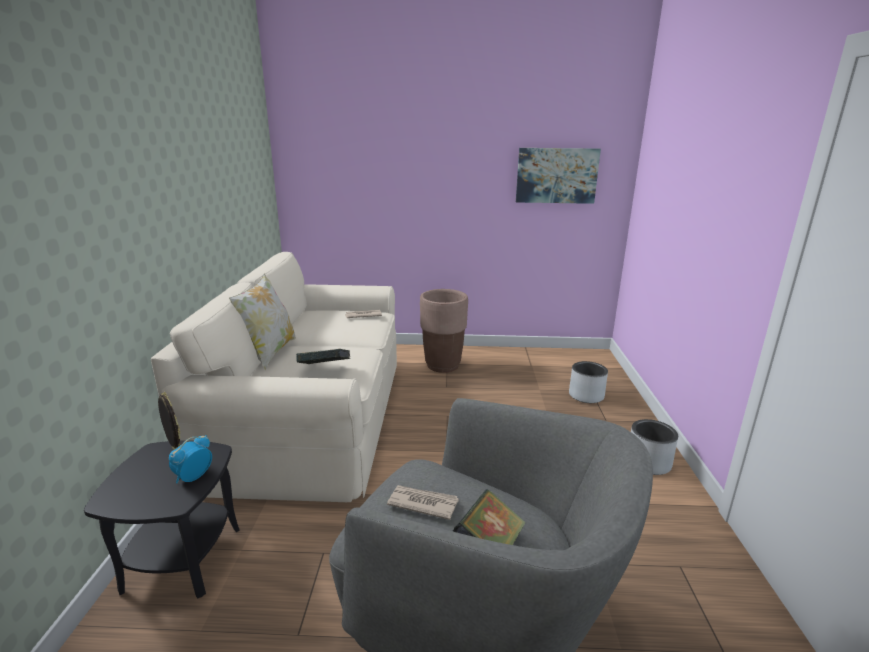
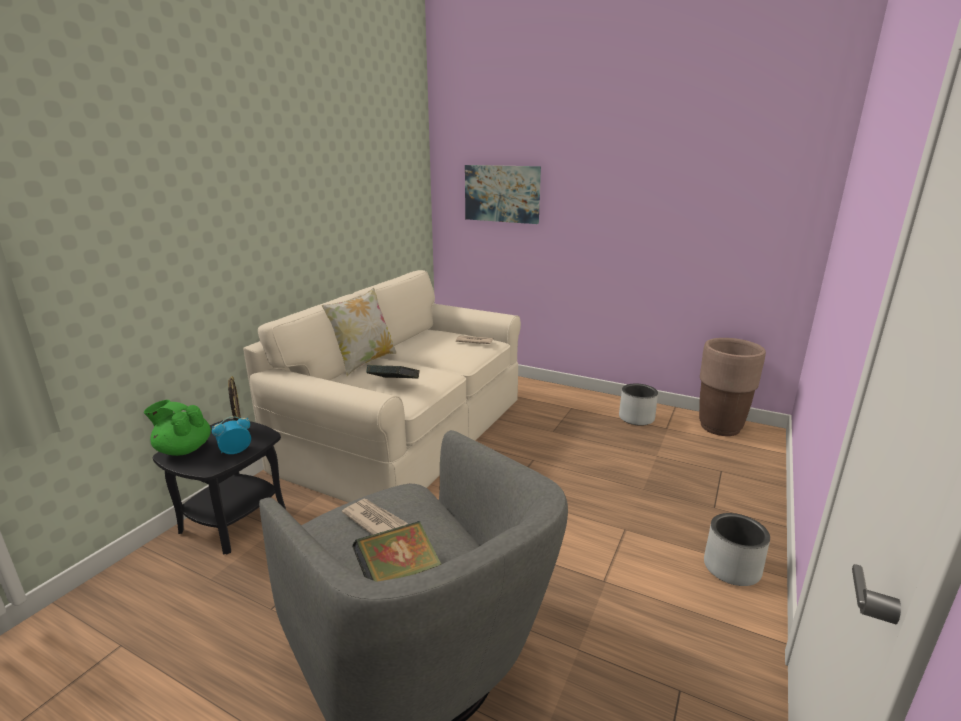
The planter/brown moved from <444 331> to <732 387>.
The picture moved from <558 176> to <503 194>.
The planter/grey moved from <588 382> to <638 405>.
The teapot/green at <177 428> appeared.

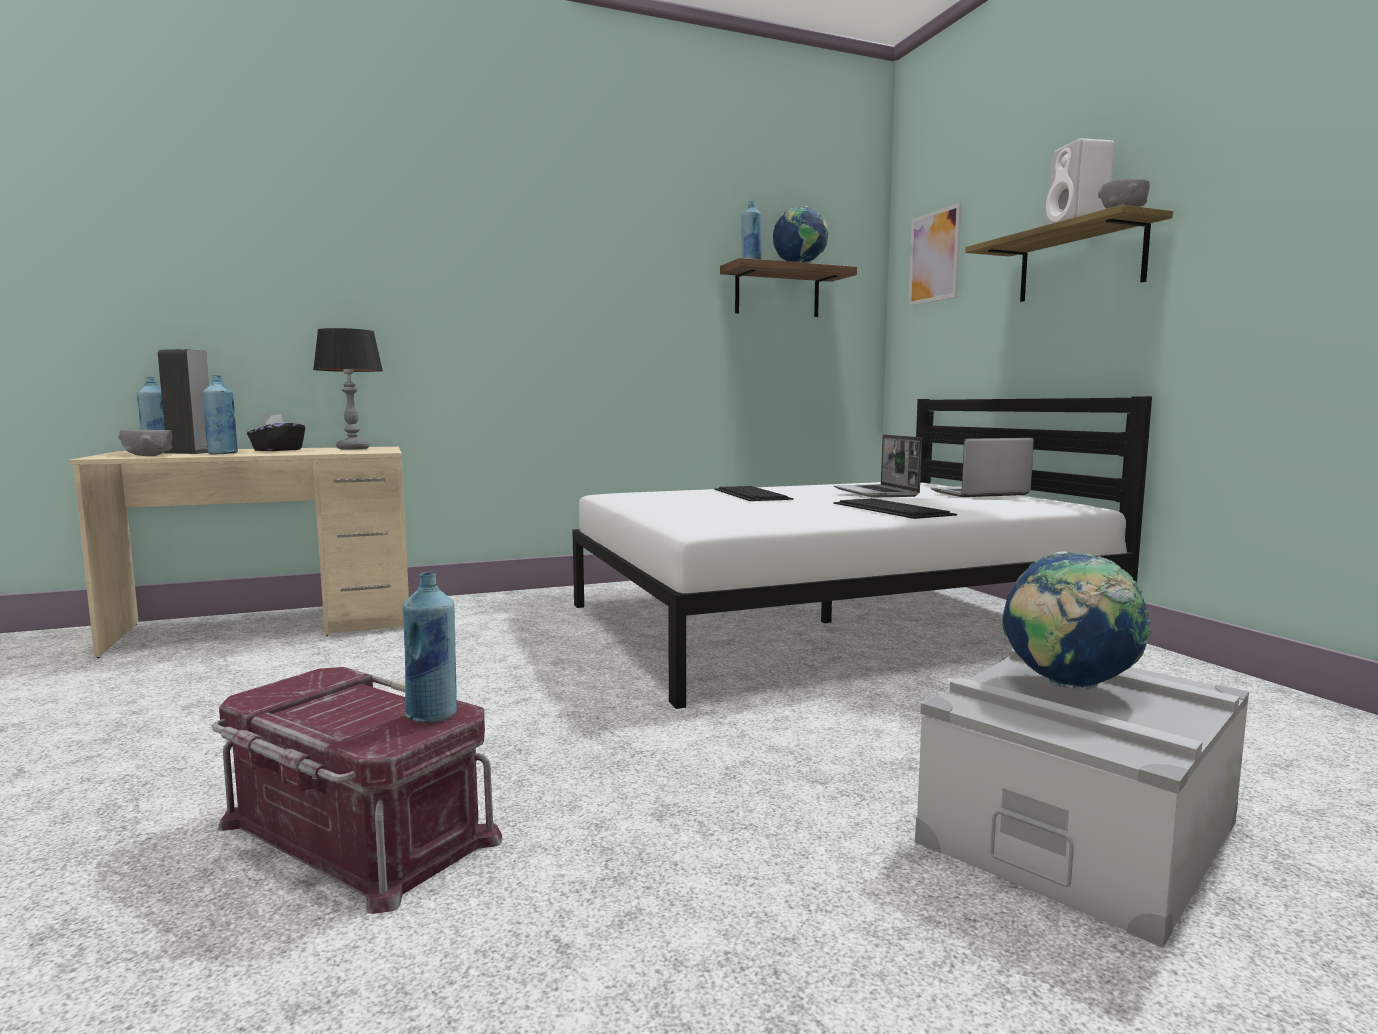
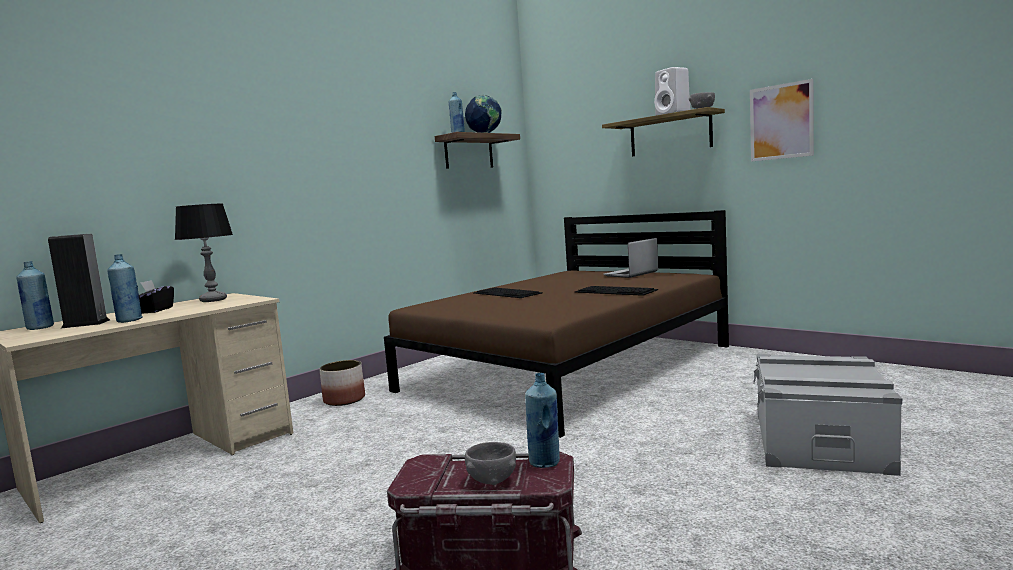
The bowl/grey moved from <145 442> to <490 463>.
The bed/white at <862 552> became the bed/brown at <556 324>.
The laptop at <878 465> disappeared.
The picture moved from <934 254> to <782 120>.
The globe at <1077 620> disappeared.
The planter at <342 383> appeared.

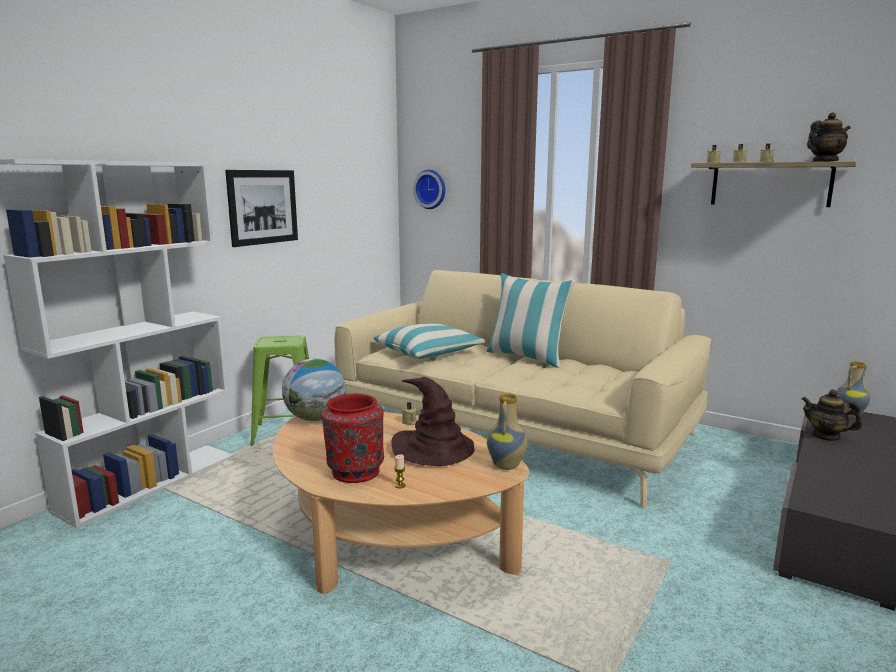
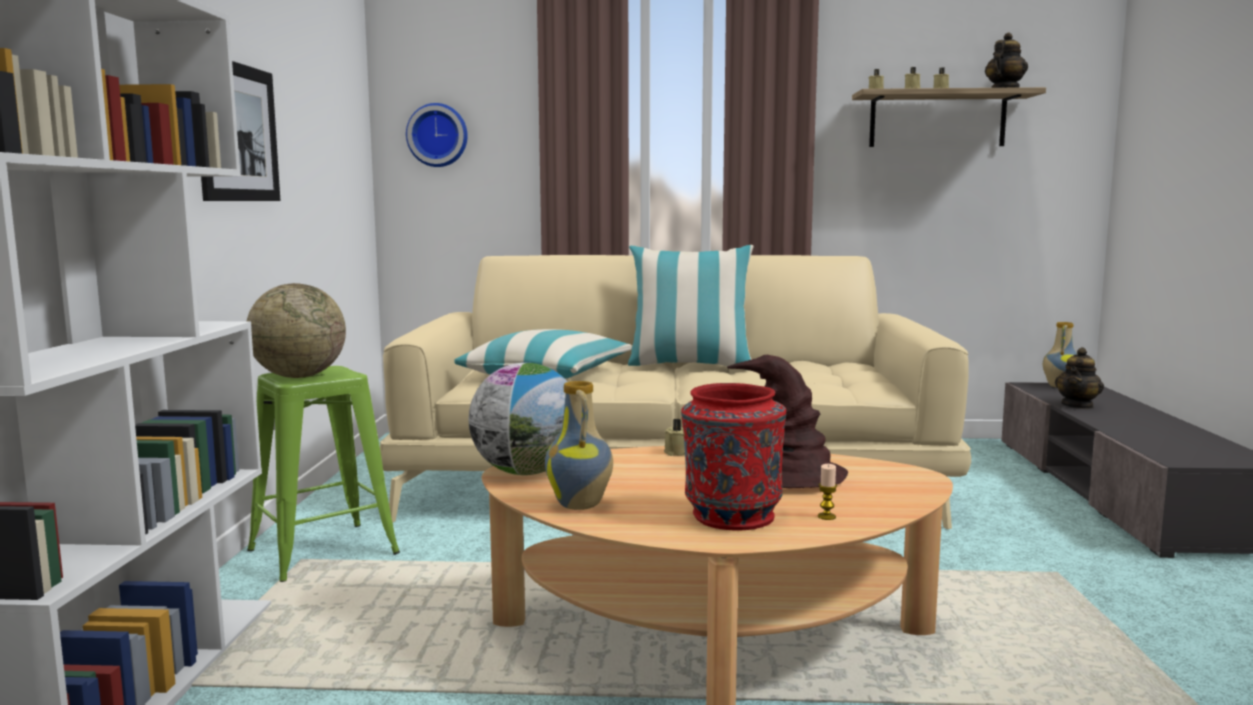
The vase moved from <507 431> to <579 445>.
The teapot at <832 415> turned 60 degrees counterclockwise.
The globe at <296 330> appeared.

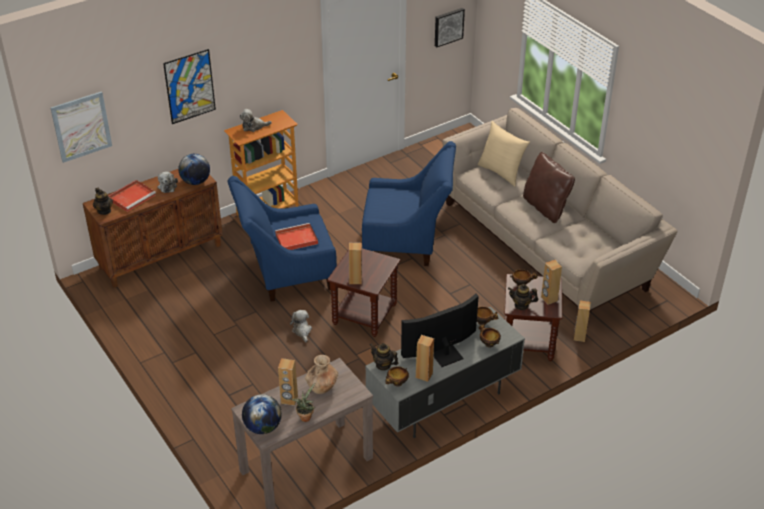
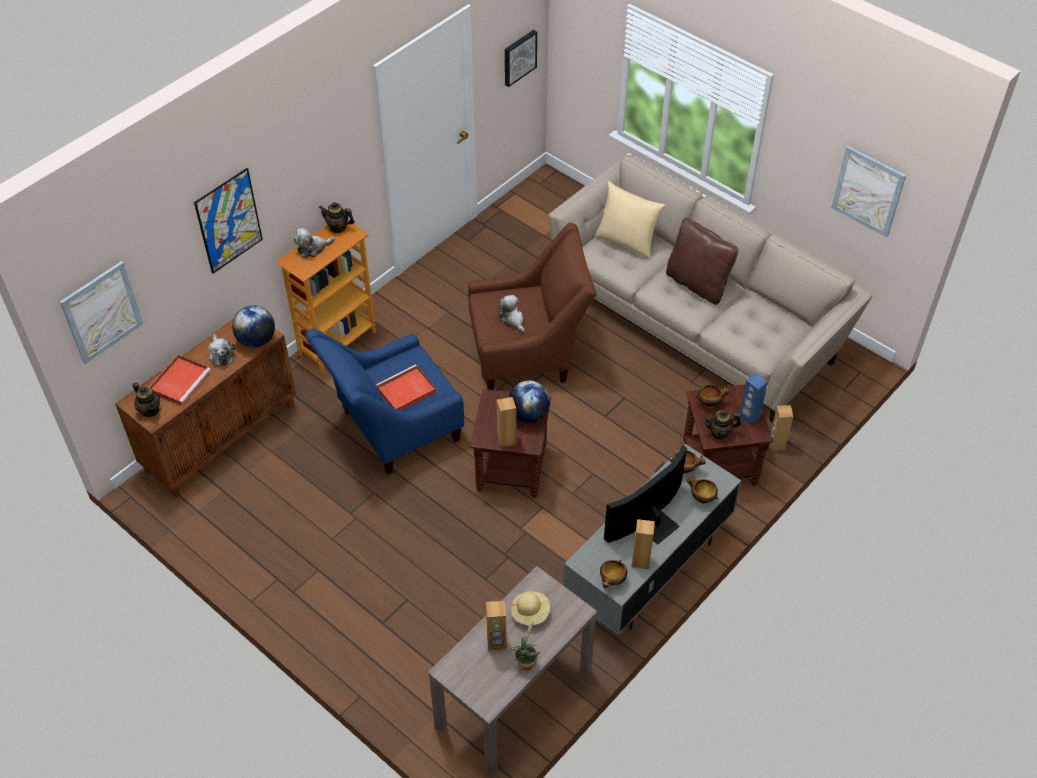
The globe moved from <262 414> to <529 402>.
The plush toy moved from <301 326> to <511 314>.
The vase/brown at <321 374> was replaced by the hat/beige at <530 608>.
The armchair/blue at <409 203> became the armchair/brown at <532 306>.
The teapot moved from <384 357> to <337 217>.
The speaker/brown at <551 282> became the speaker/blue at <754 399>.
The picture at <868 191> appeared.

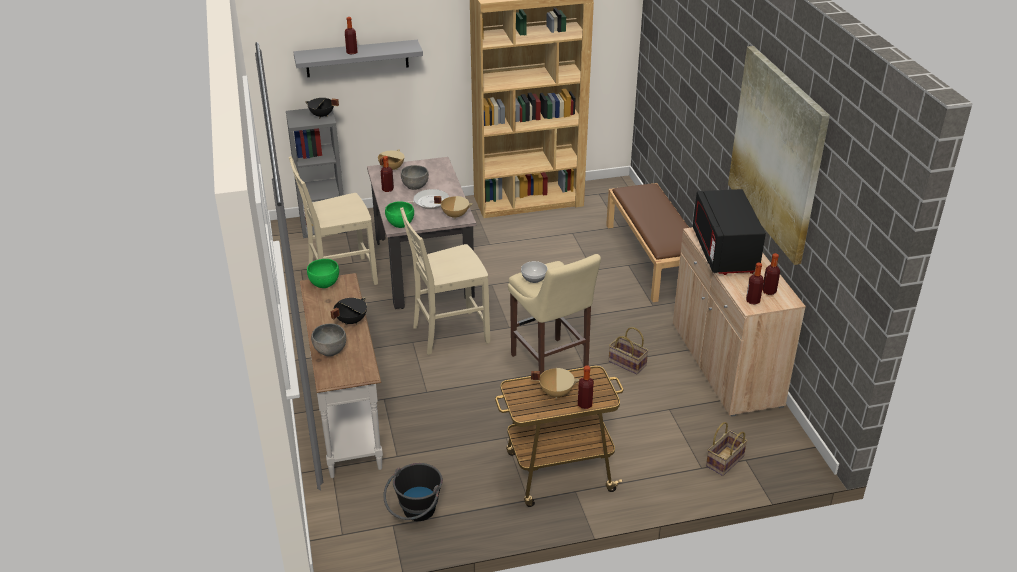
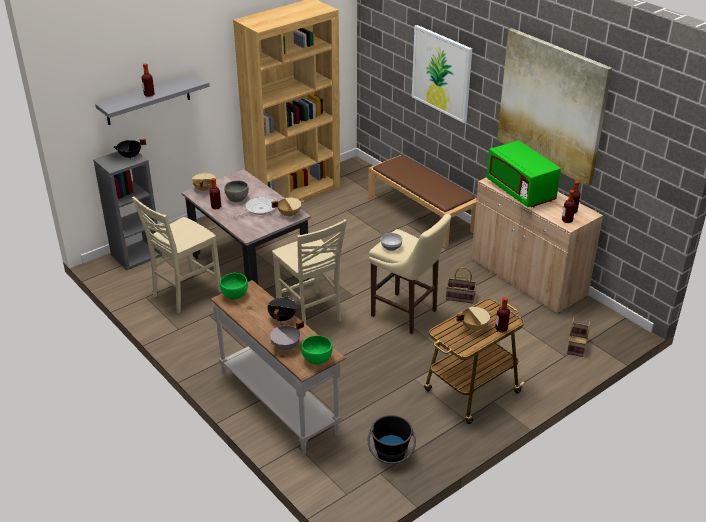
The bowl/grey at <328 340> was replaced by the cooking pot/grey at <286 335>.
The bowl/green moved from <399 214> to <317 349>.
The chair/beige at <445 281> turned 75 degrees counterclockwise.
The microwave/black at <729 232> became the microwave/green at <524 173>.
The picture at <442 74> appeared.

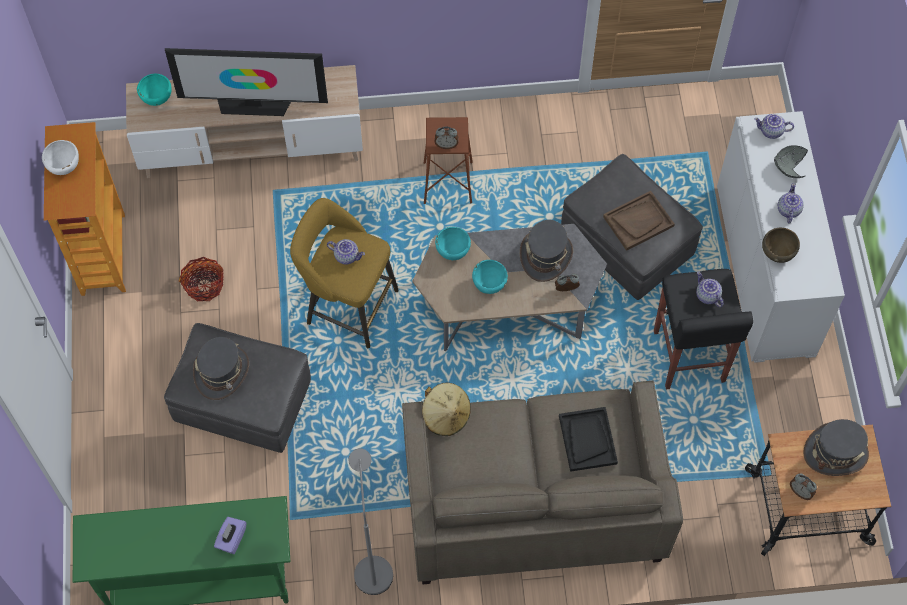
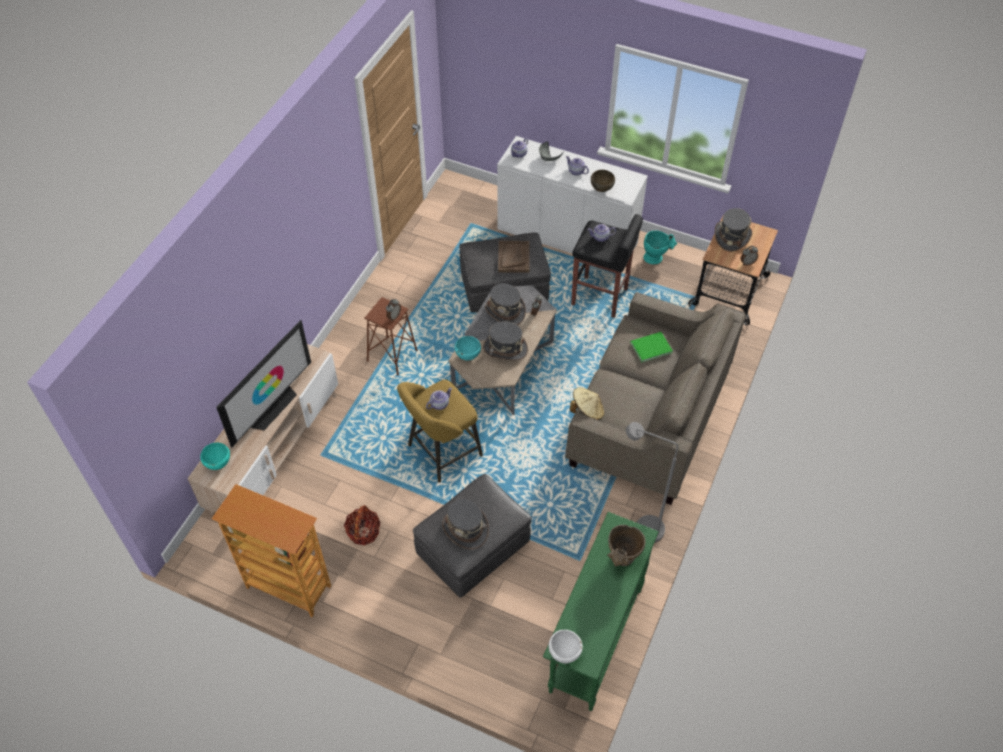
The bowl/white moved from <60 157> to <565 646>.
The tissue box/purple at <230 535> was replaced by the vase/beige at <626 545>.
The bowl/turquoise at <490 277> was replaced by the hat/grey at <505 341>.
The tray/black at <588 439> was replaced by the book/green at <651 347>.
The vase/turquoise at <660 248> appeared.

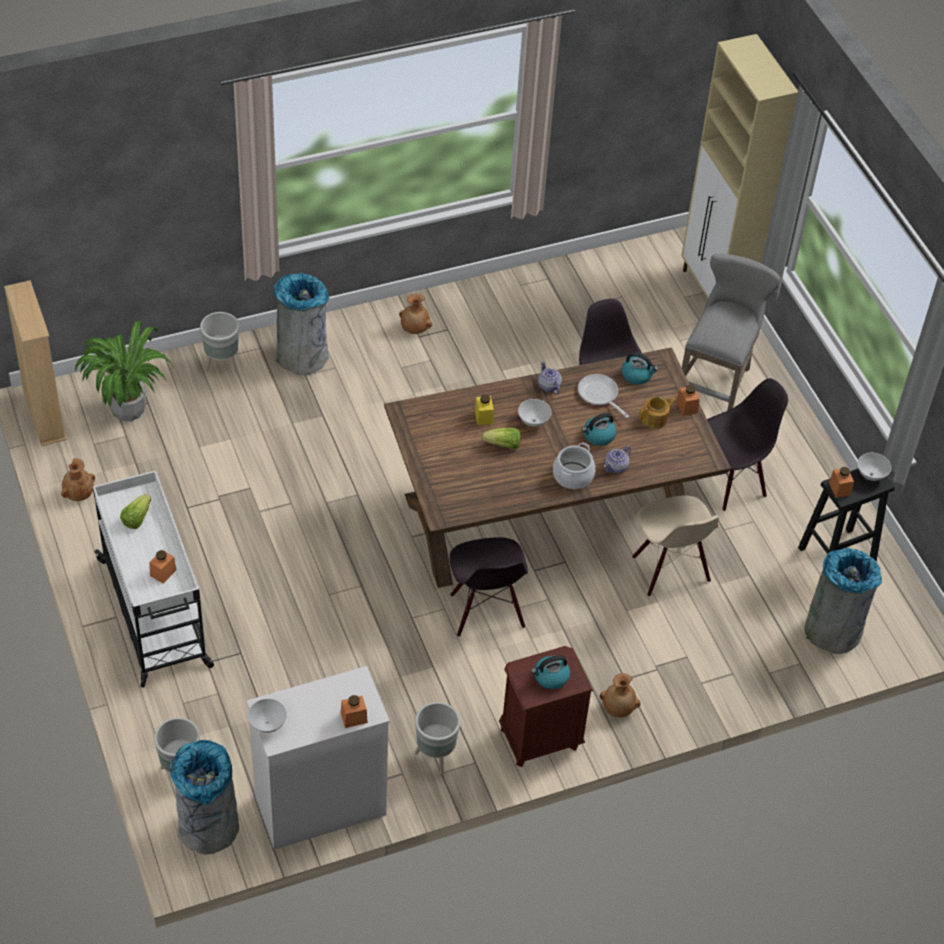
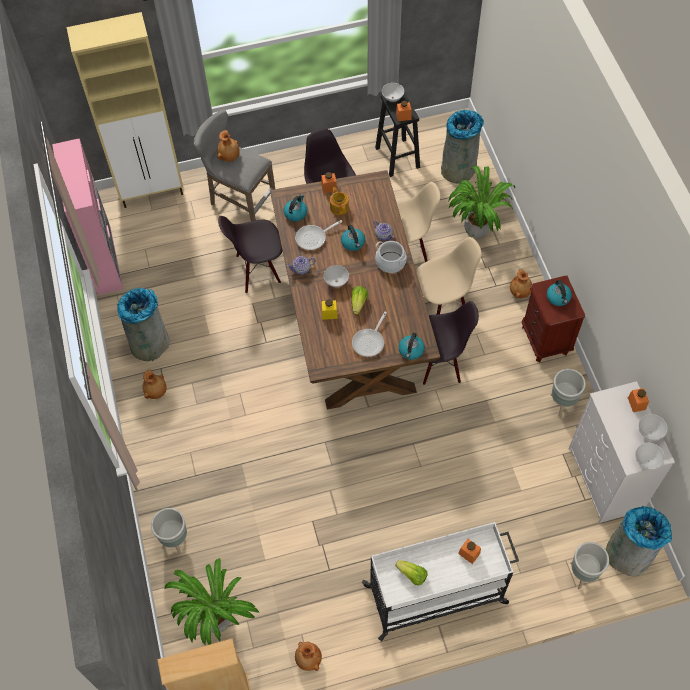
The trash can/grey moved from <301 324> to <143 324>.
The cabinet/pink at <87 216> appeared.
The vase/brown at <228 146> appeared.
The frying pan at <369 334> appeared.
The kettle at <412 346> appeared.
The chair/beige at <449 275> appeared.
The potted plant at <482 202> appeared.
The bowl/white at <652 427> appeared.

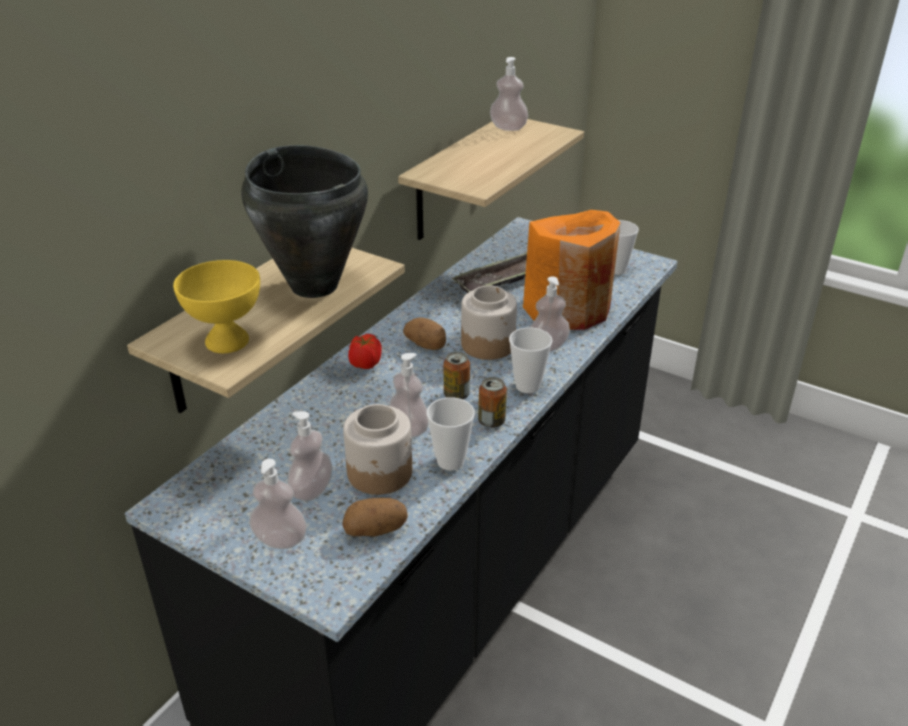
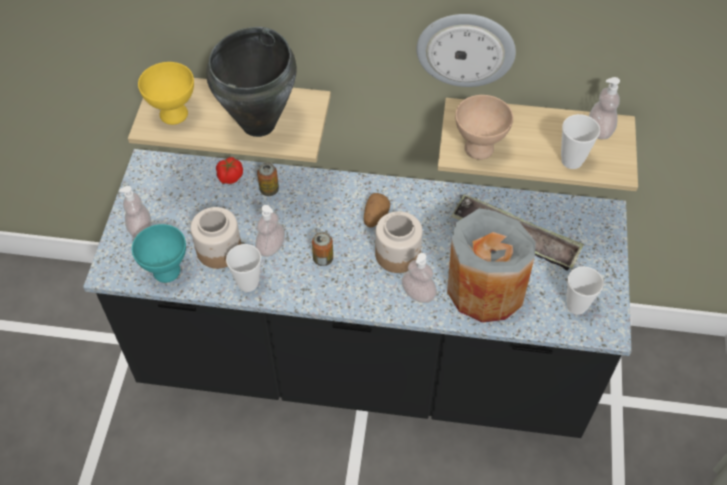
The soap dispenser at <309 456> disappeared.
The potato at <375 517> was replaced by the bowl/turquoise at <159 253>.
The tomato moved from <365 351> to <229 170>.
The can moved from <492 402> to <268 179>.
The cup moved from <530 360> to <580 141>.
The vase/orange at <571 270> became the vase/grey at <491 265>.
The wall clock at <466 50> appeared.
The bowl/beige at <484 127> appeared.

